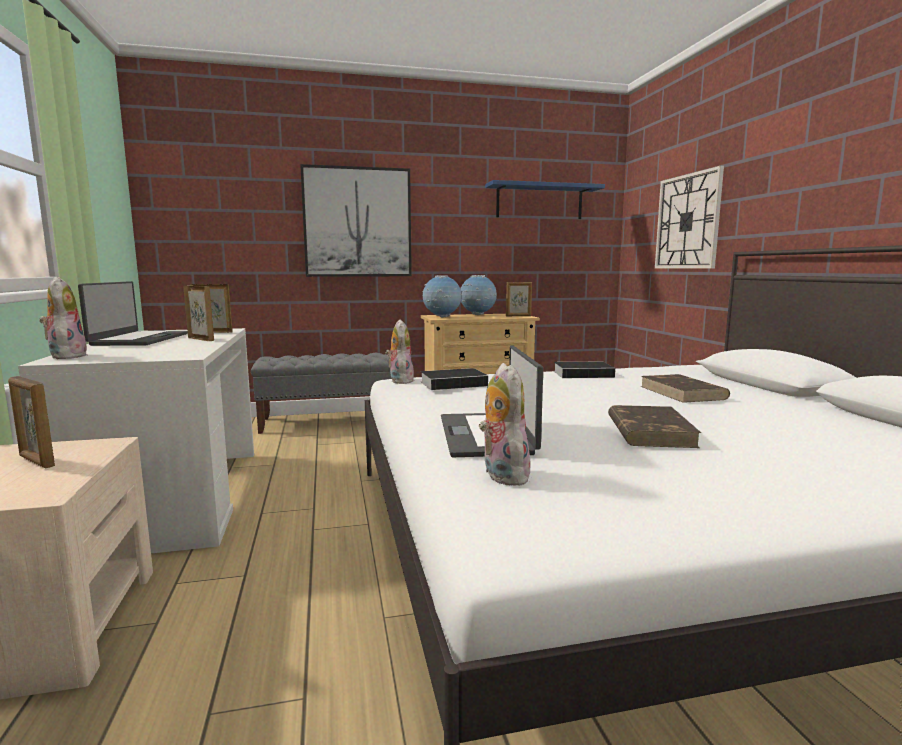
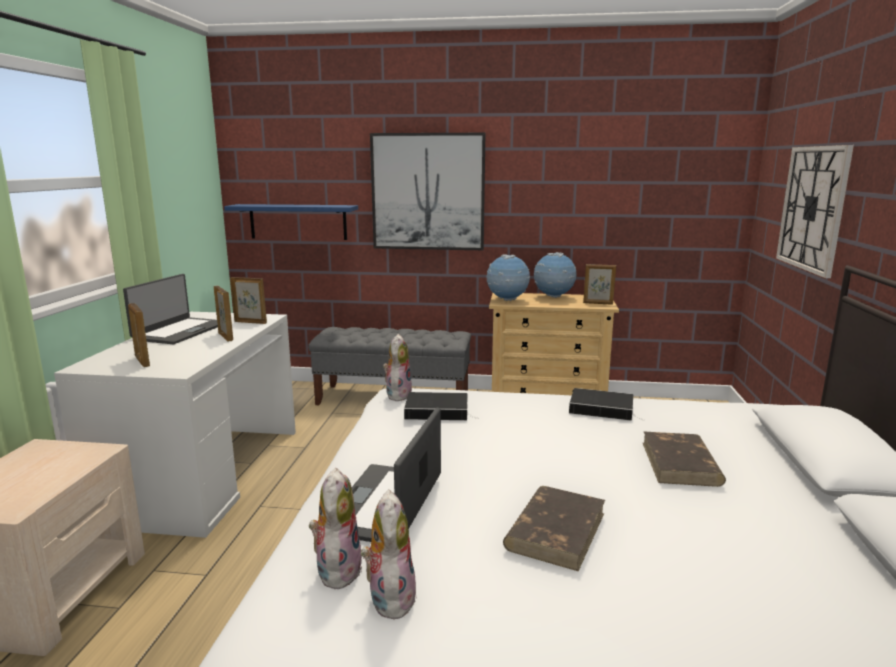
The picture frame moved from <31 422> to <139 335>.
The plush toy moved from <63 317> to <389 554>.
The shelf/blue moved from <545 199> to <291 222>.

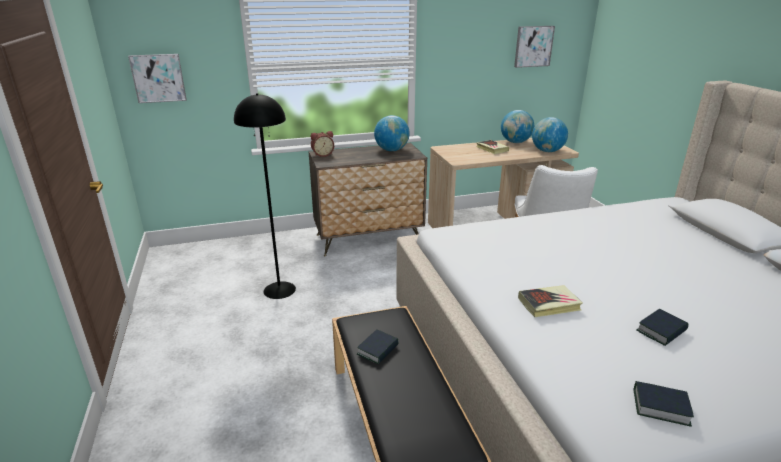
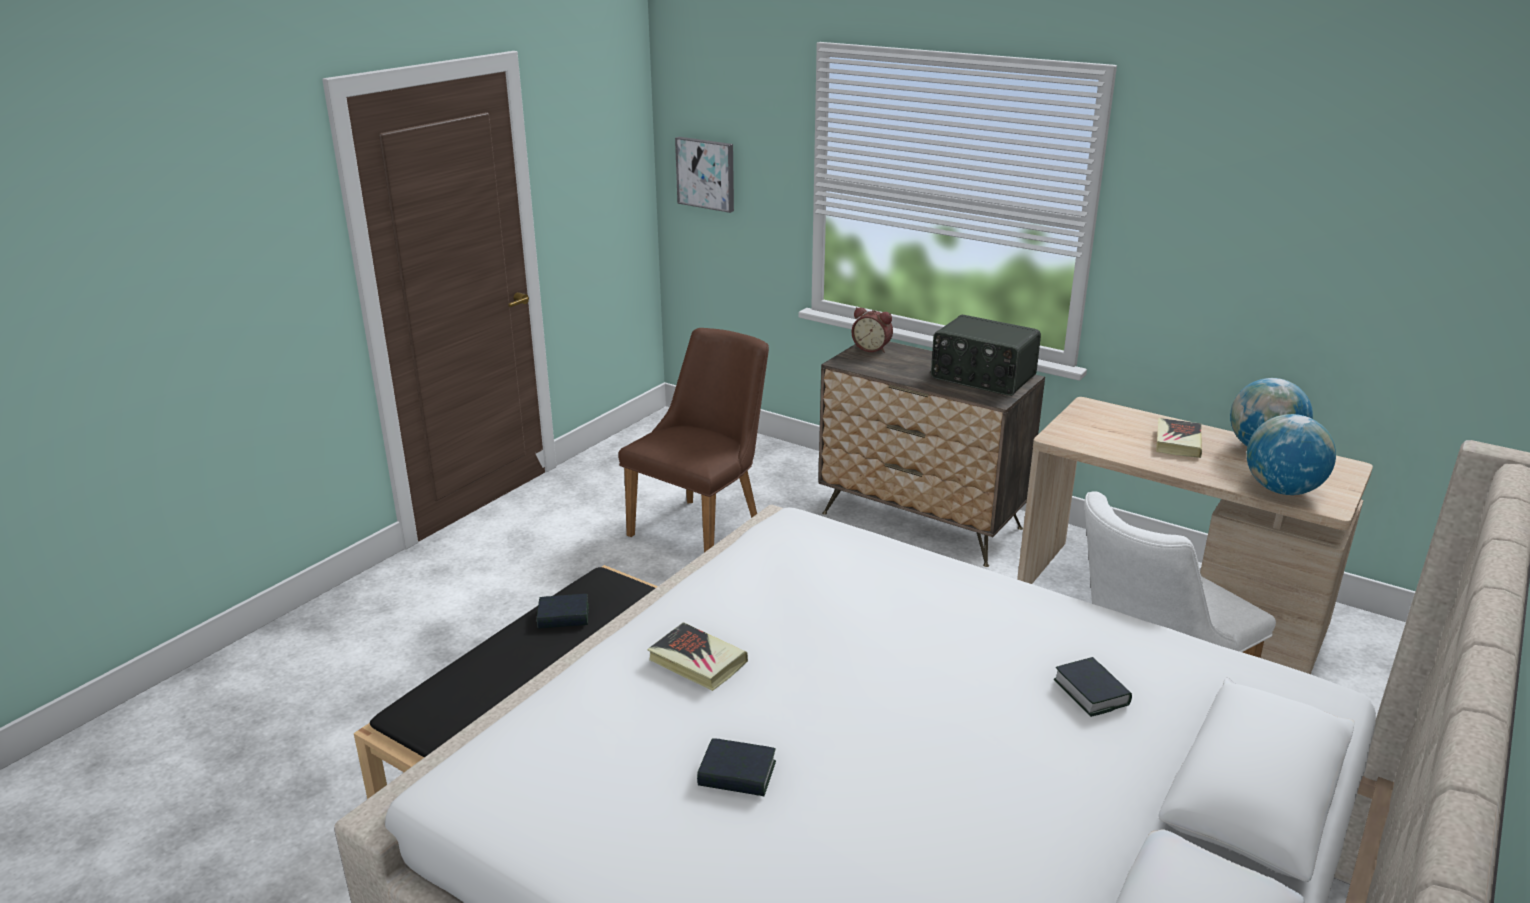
The floor lamp/black at <265 196> was replaced by the chair/brown at <693 440>.
The globe at <392 133> was replaced by the radio at <986 355>.
The picture at <534 47> disappeared.
The book moved from <664 404> to <1093 687>.

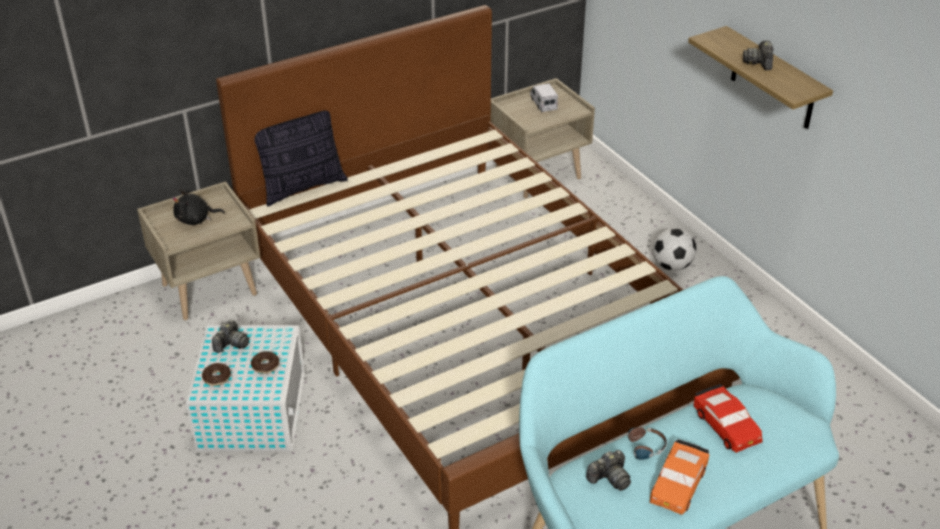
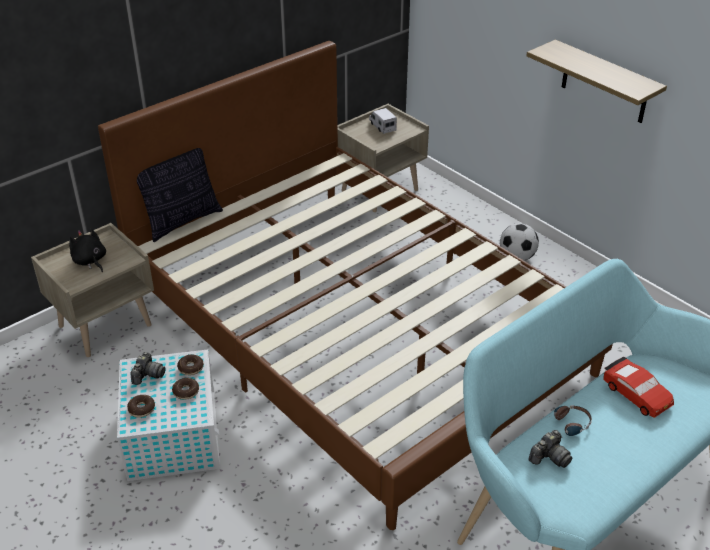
The plush toy/black at <198 207> turned 75 degrees clockwise.
The toy car/orange at <680 477> disappeared.
The photo camera at <758 55> disappeared.
The donut at <190 364> appeared.

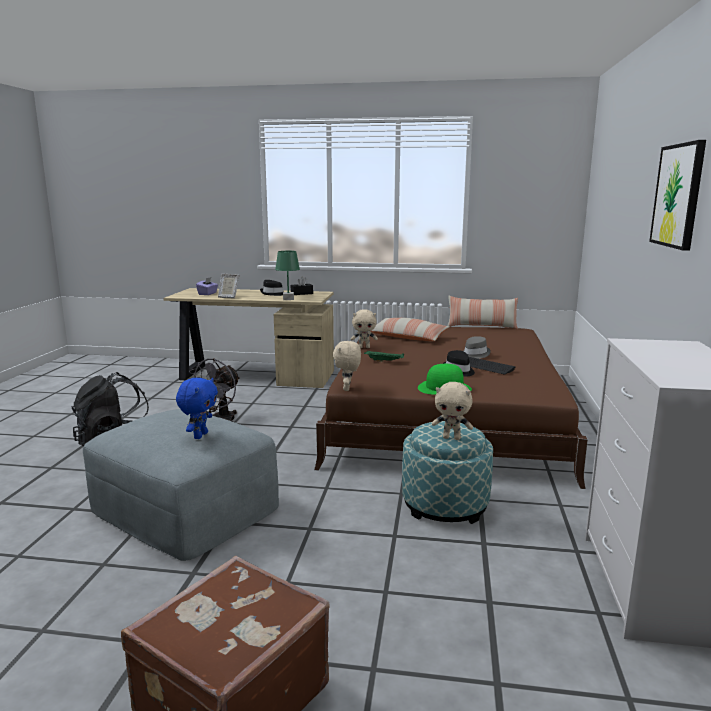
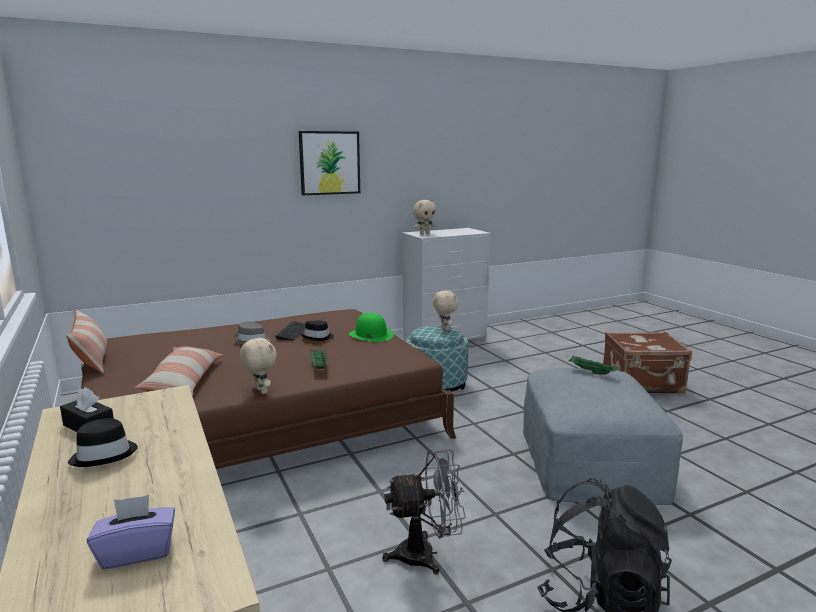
The plush toy/blue at <197 408> was replaced by the tray/green at <594 365>.
The picture frame at <228 286> disappeared.
The table lamp/green at <287 275> disappeared.
The plush toy/beige moved from <347 366> to <424 217>.

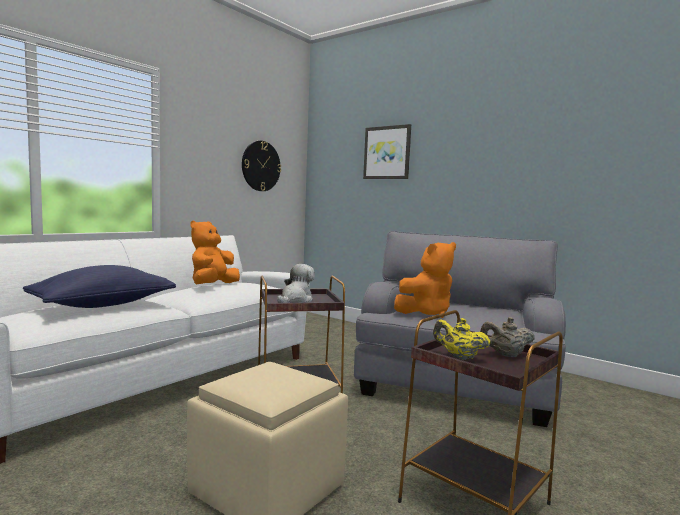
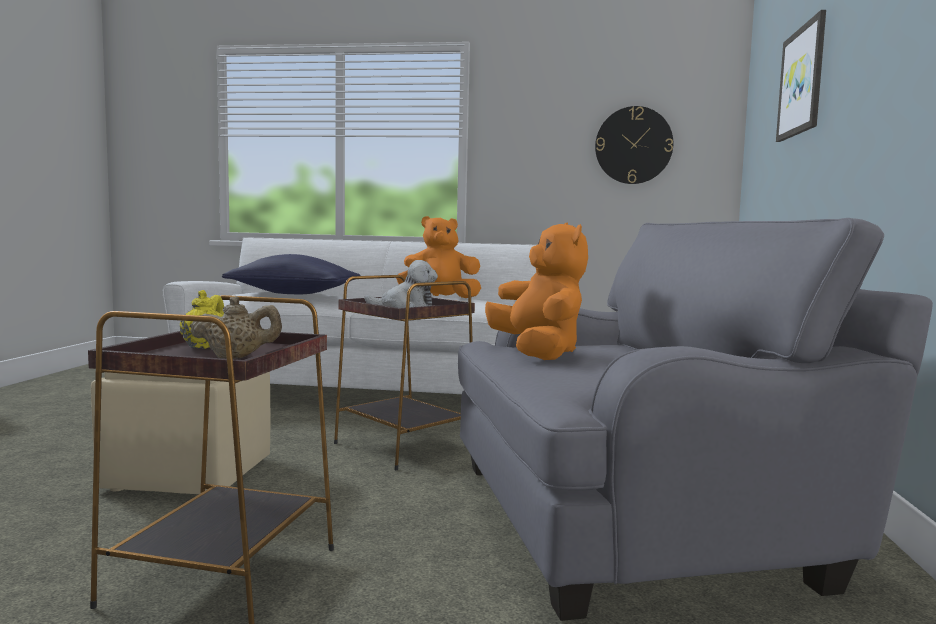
The plush toy/orange at <425 280> turned 135 degrees counterclockwise.
The teapot/beige at <507 337> turned 120 degrees clockwise.

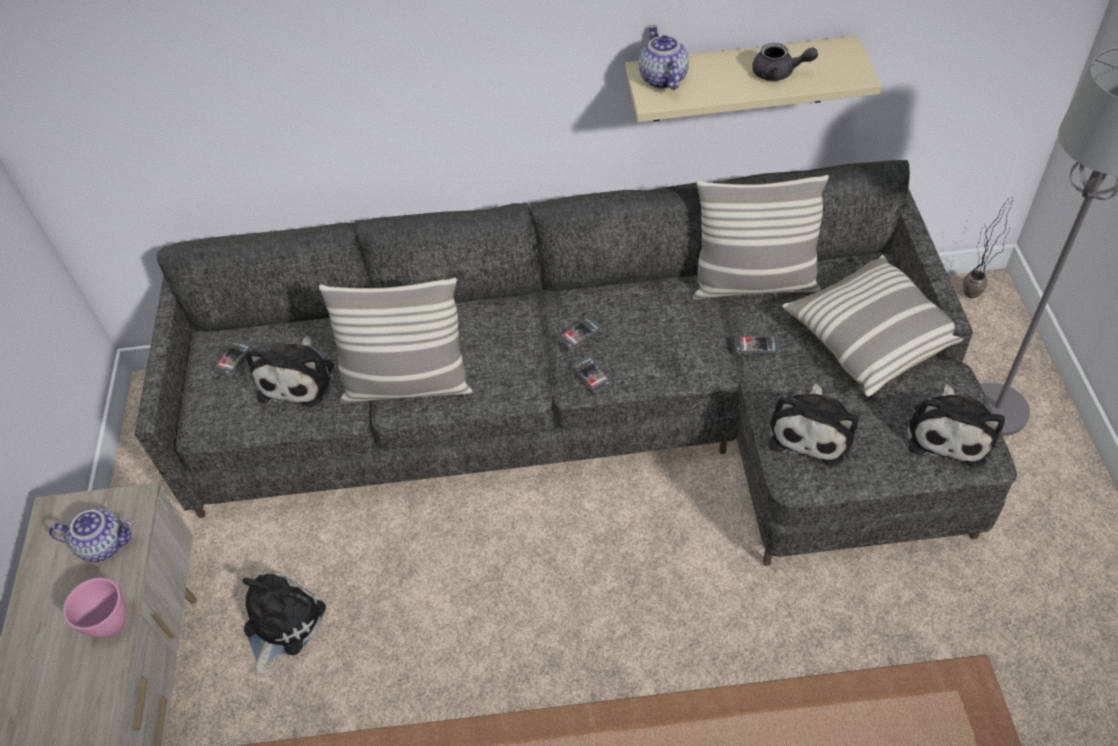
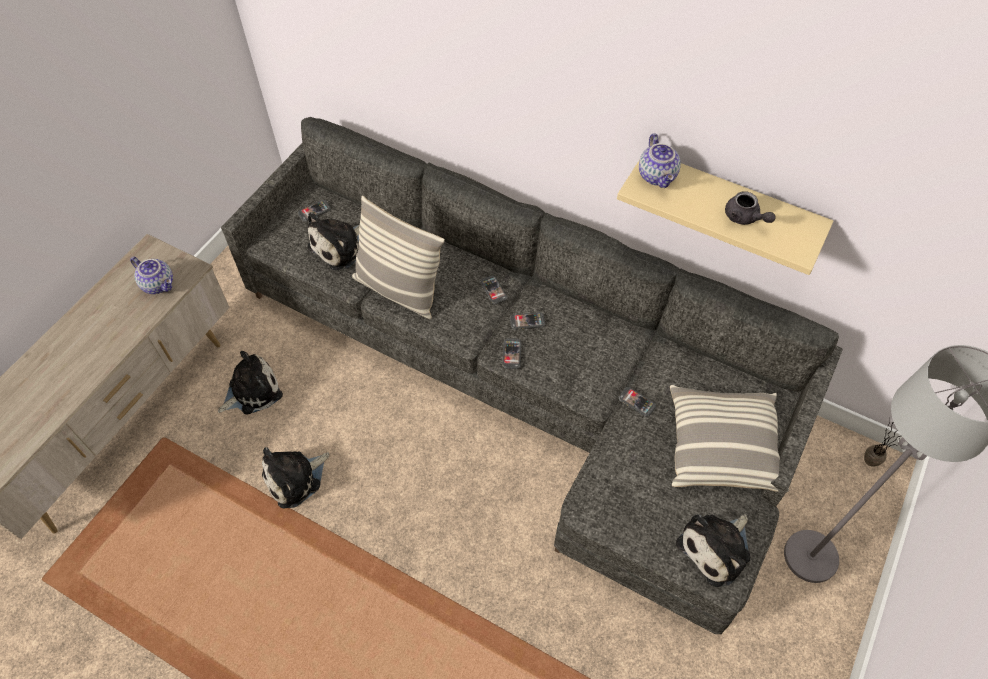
The bowl/pink at <94 607> disappeared.
The teapot at <664 57> turned 150 degrees clockwise.
The pillow at <761 237> disappeared.
The plush toy moved from <814 425> to <295 477>.
The phone at <494 289> appeared.

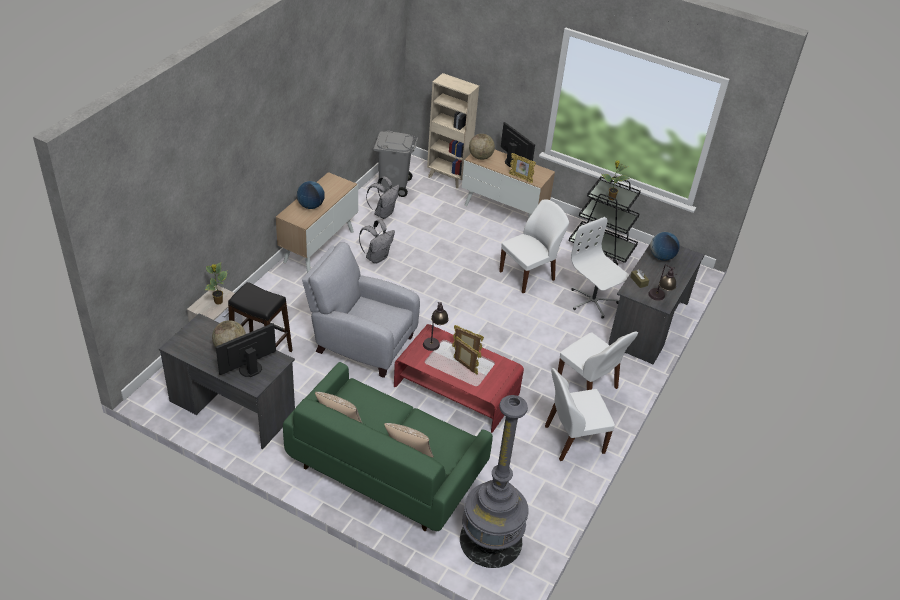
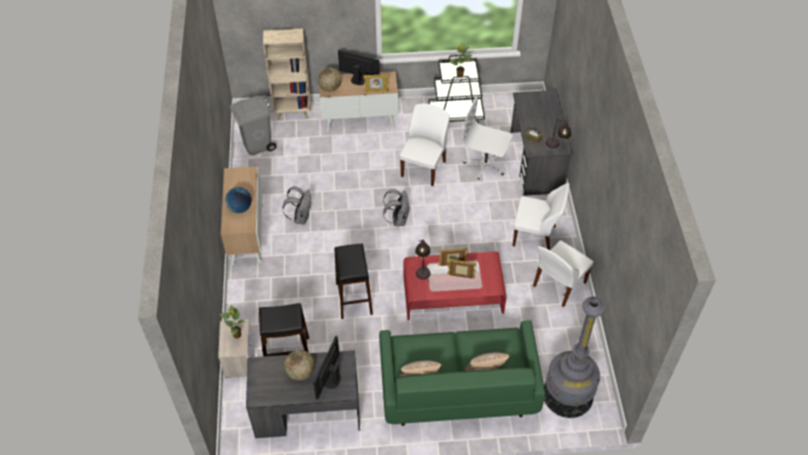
The armchair/grey at <361 310> was replaced by the stool/black at <353 281>.
The backpack/grey moved from <382 197> to <396 207>.
The globe at <665 246> disappeared.

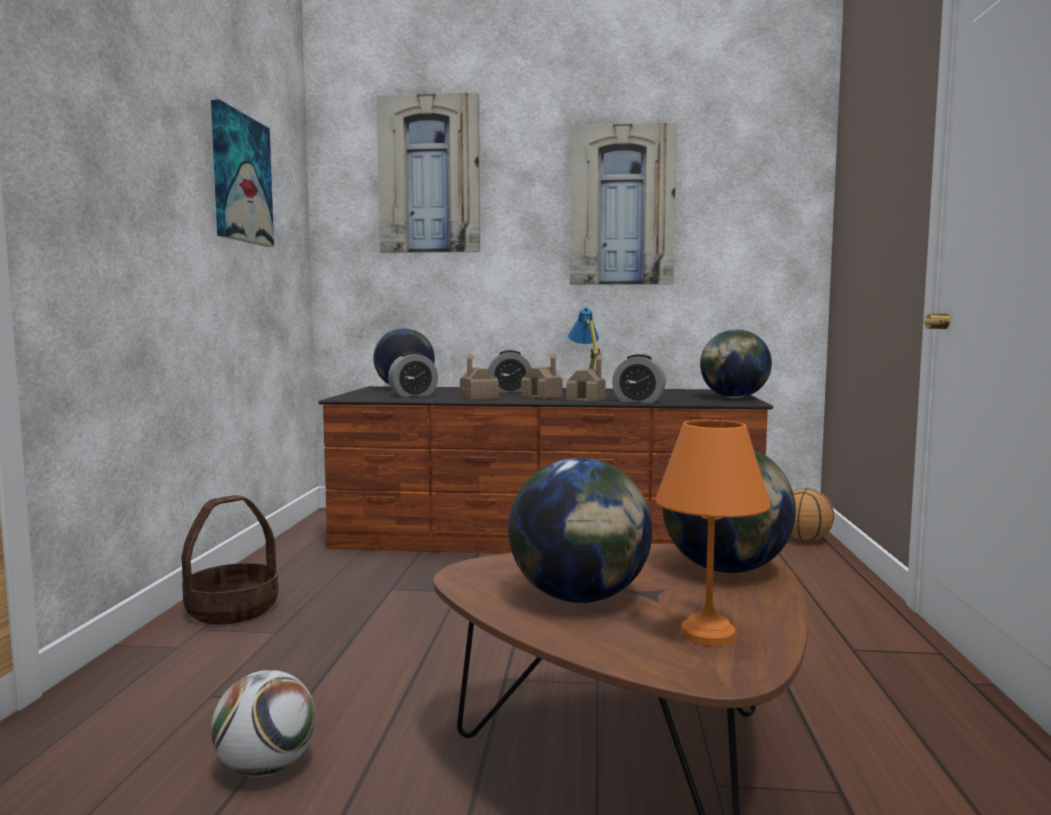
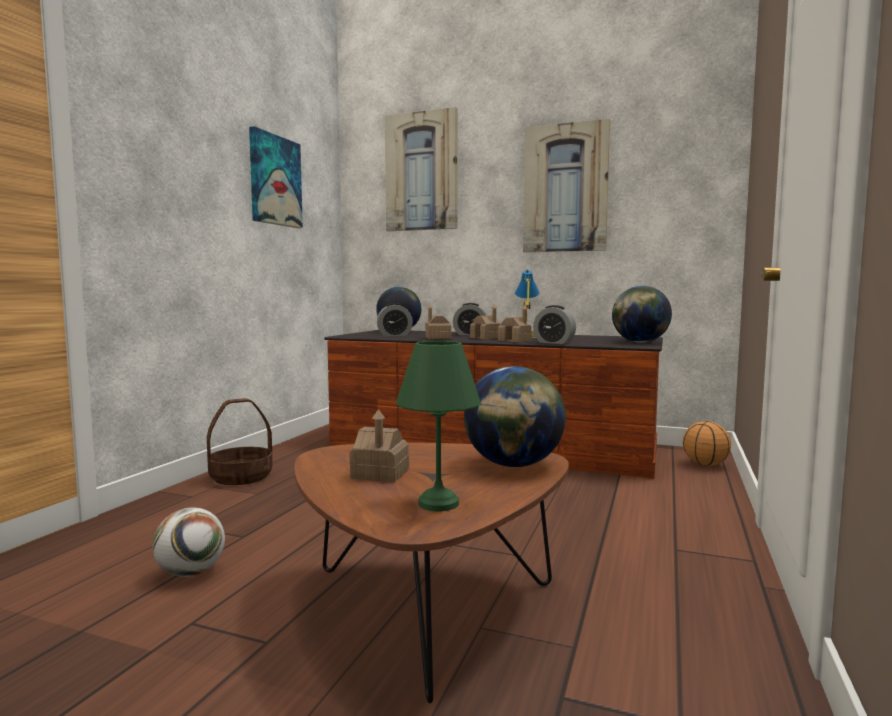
The globe at <580 530> was replaced by the toy house at <379 445>.
The table lamp/orange at <713 533> became the table lamp/green at <438 426>.

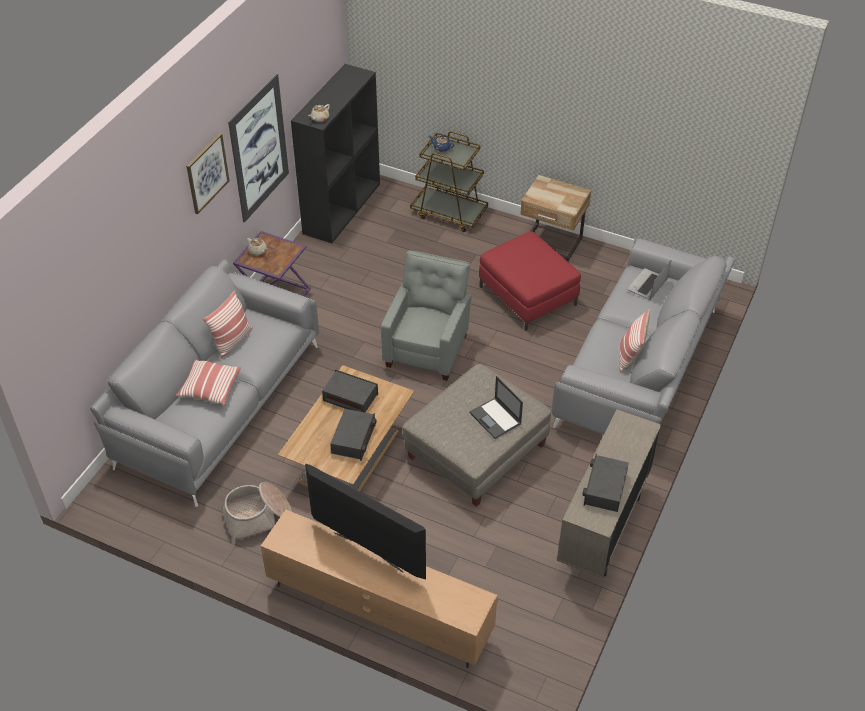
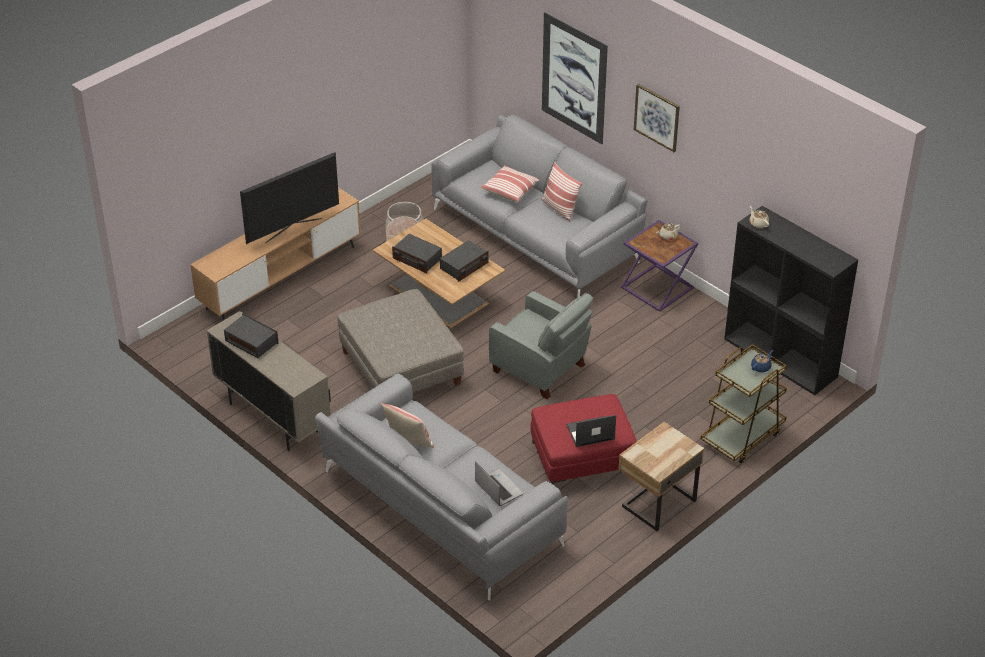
The picture moved from <258 148> to <575 78>.
The laptop moved from <496 407> to <591 431>.

